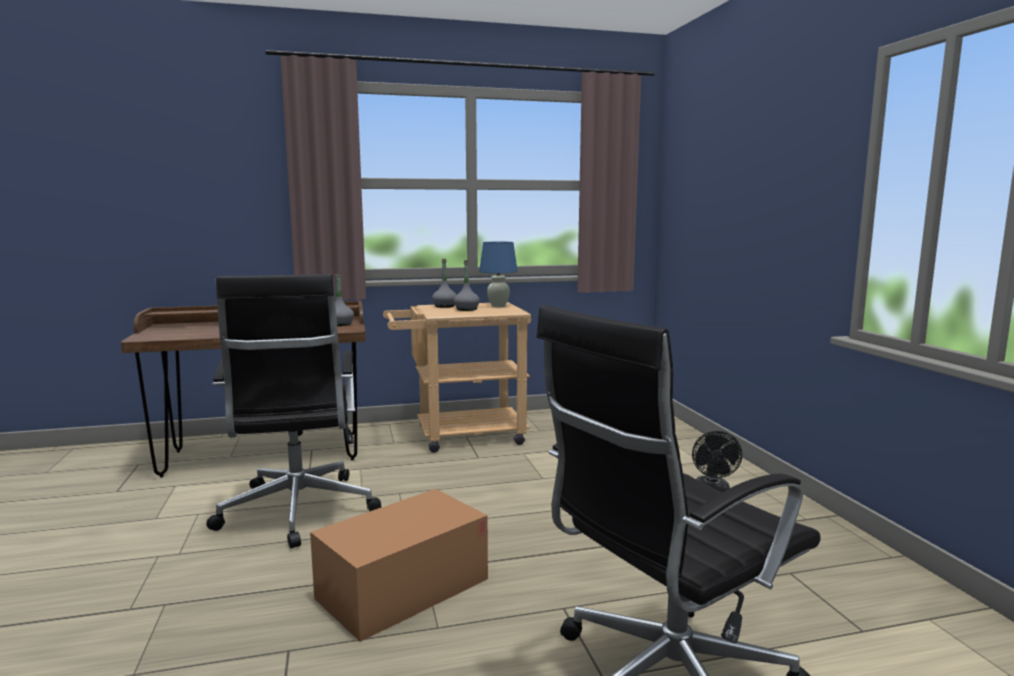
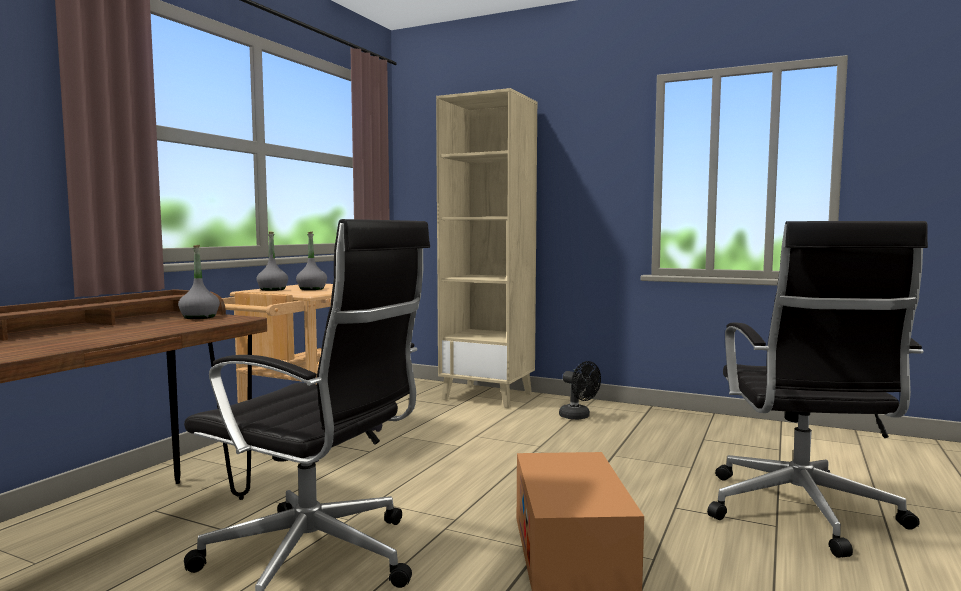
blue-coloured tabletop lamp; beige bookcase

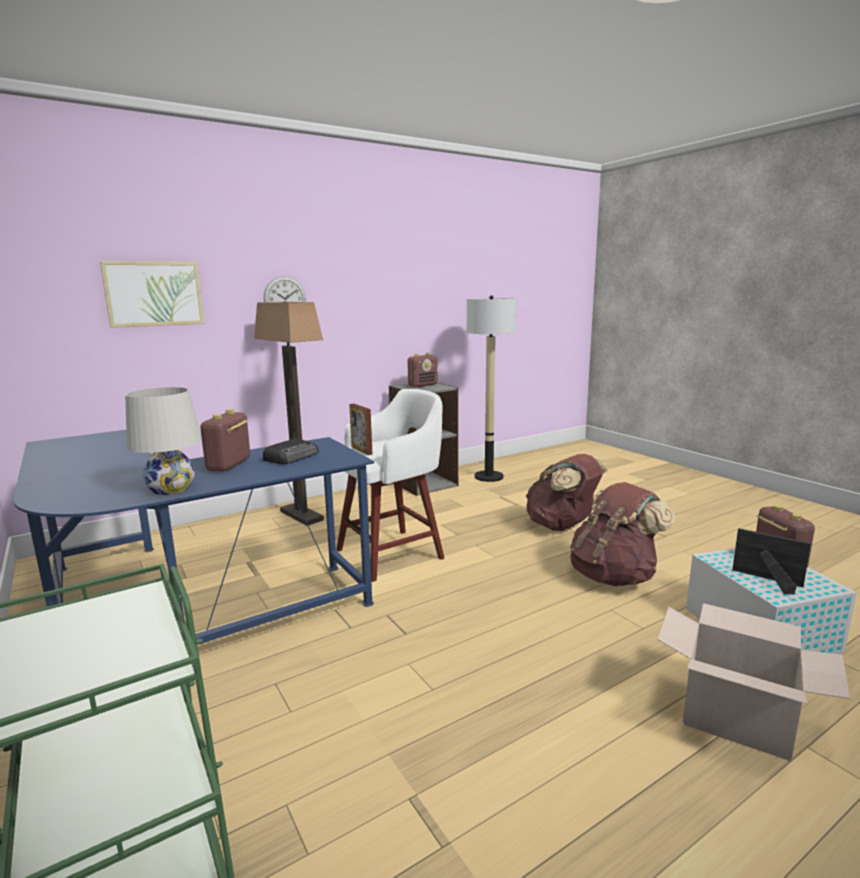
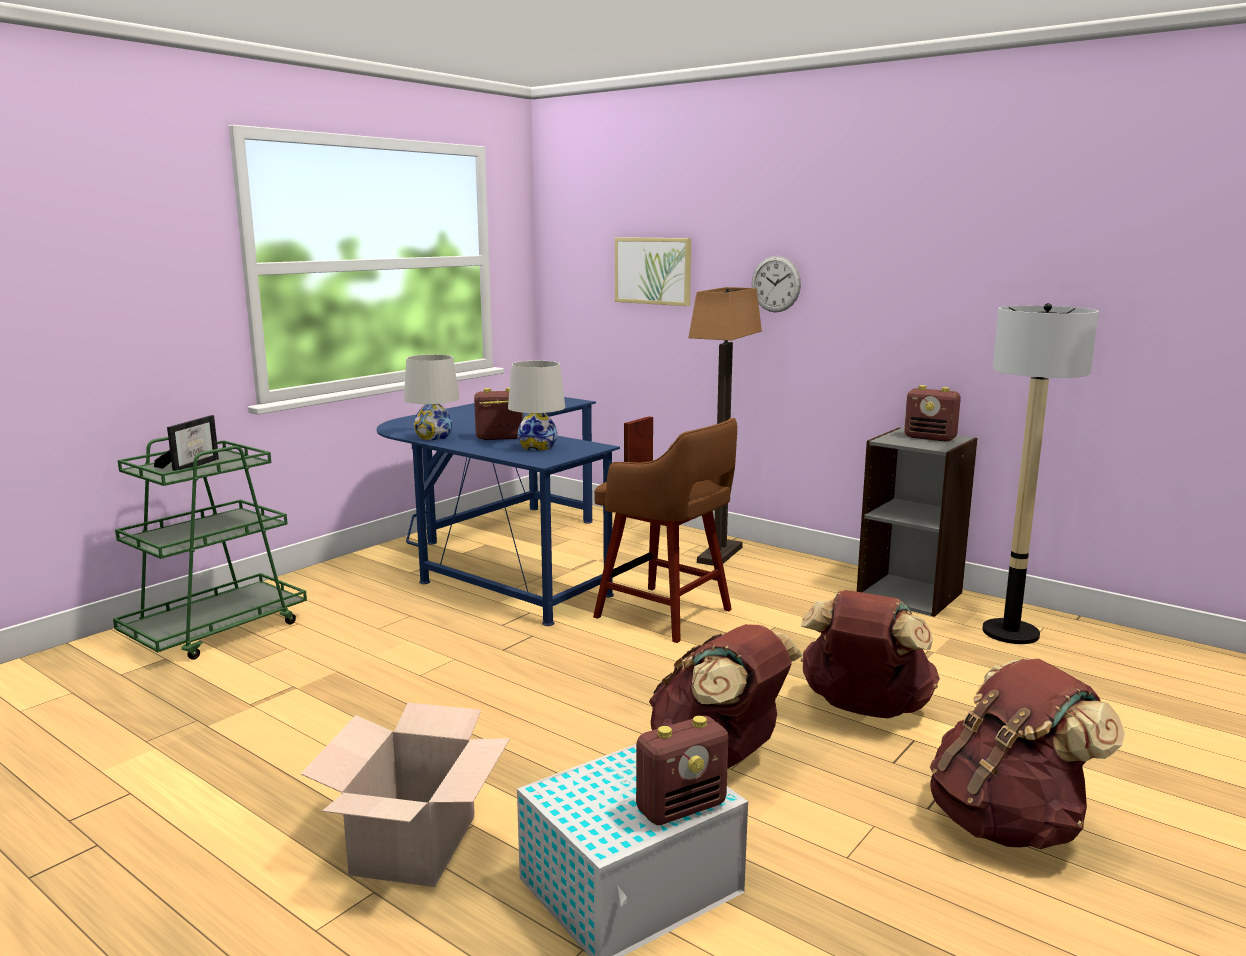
brown sitting stool; white tabletop lamp (2nd from left); standing frame (1st from left); brown rucksack (3rd from left)

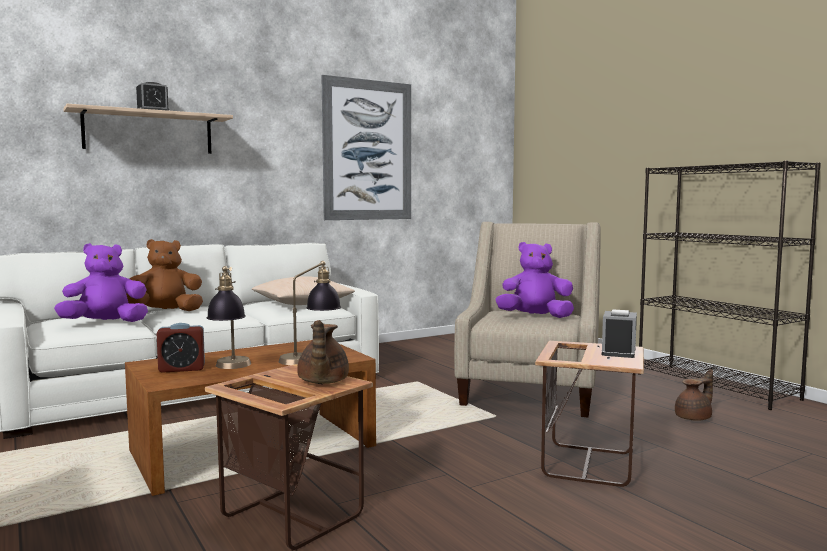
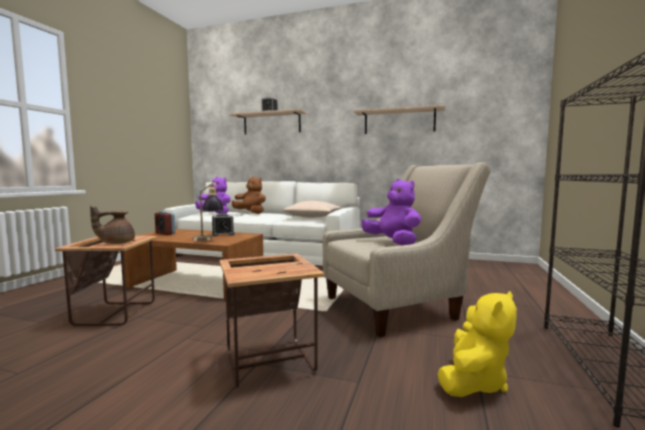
wall shelf (2nd from left); tabletop lamp (1st from left in the first image); alarm clock (2nd from left); yellow-coloured plush toy

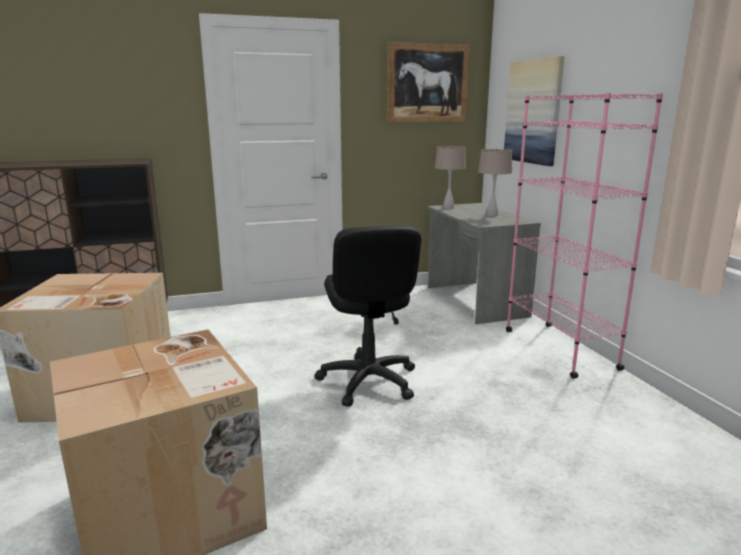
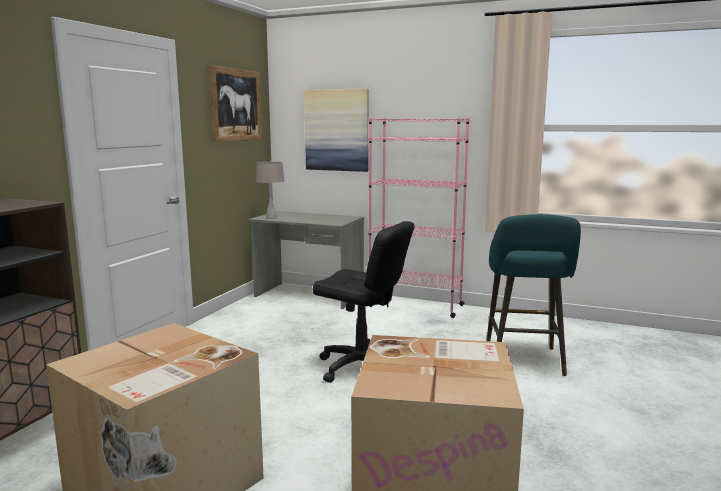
beige tabletop lamp (2nd from left in the first image); turquoise sitting stool

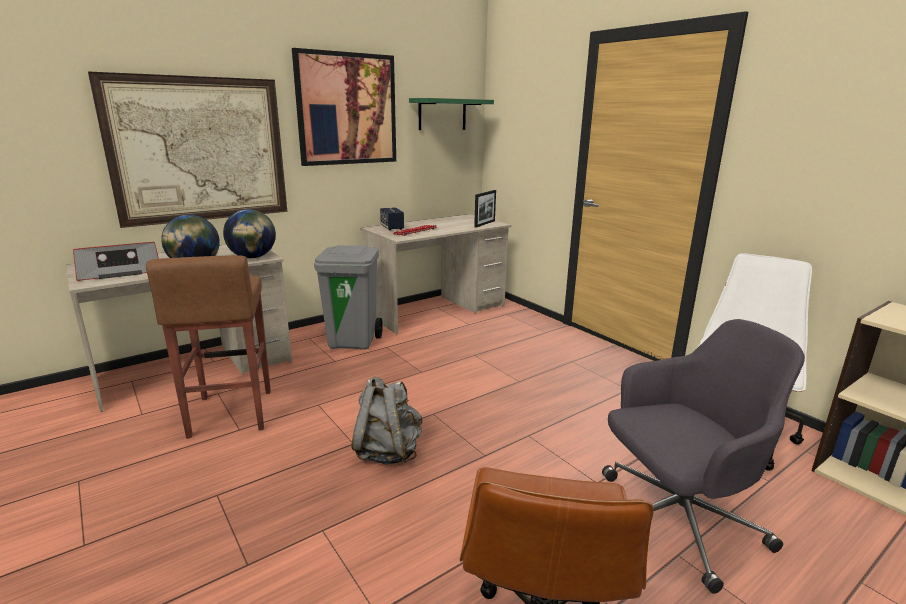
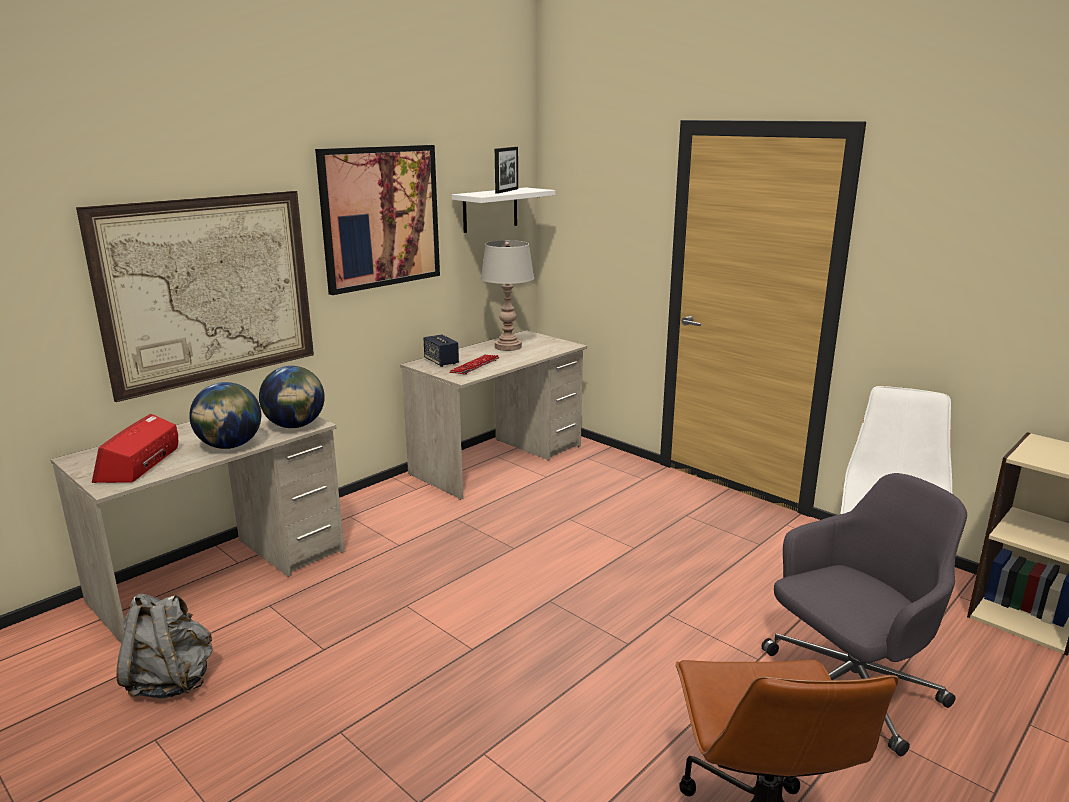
white wall shelf; standing frame; radio; greyish waste bin; brown sitting stool; greyish rucksack; greyish tabletop lamp

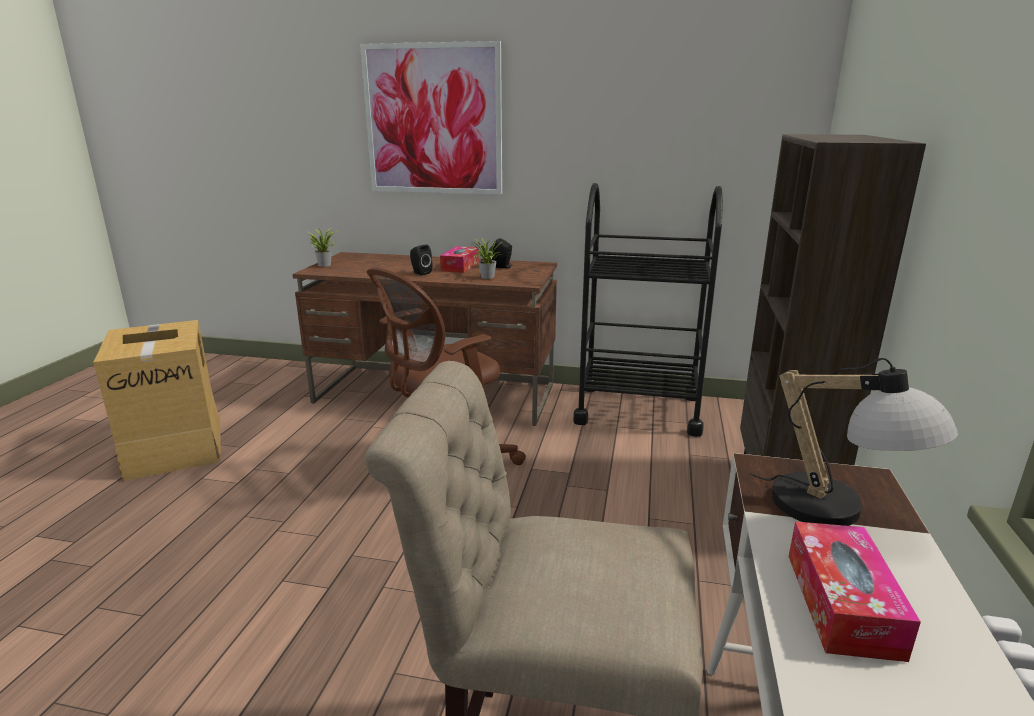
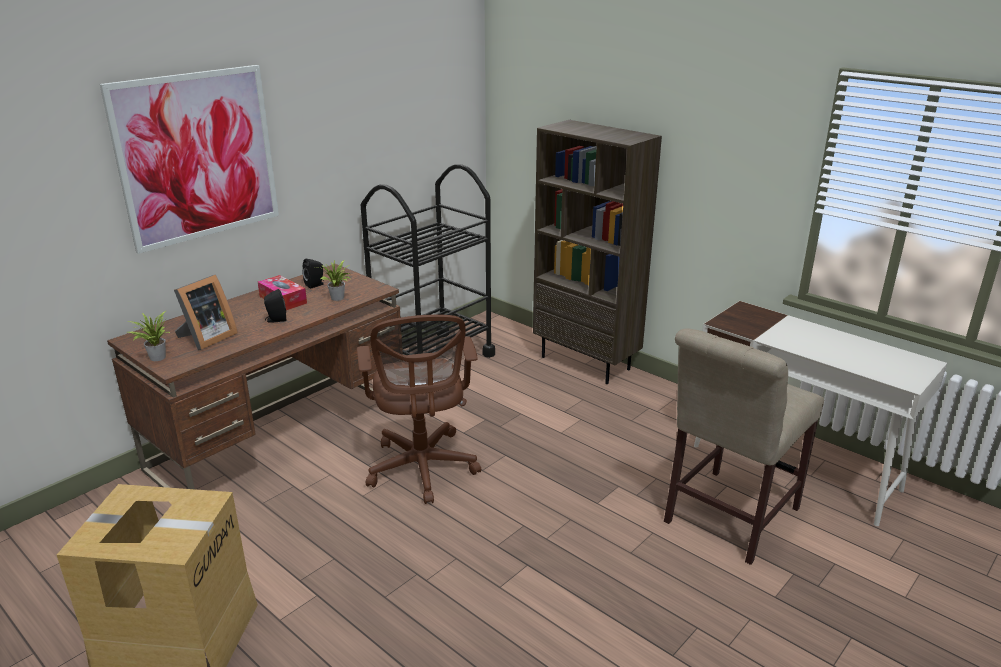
tabletop lamp; tissue holder (2nd from left in the first image); standing frame

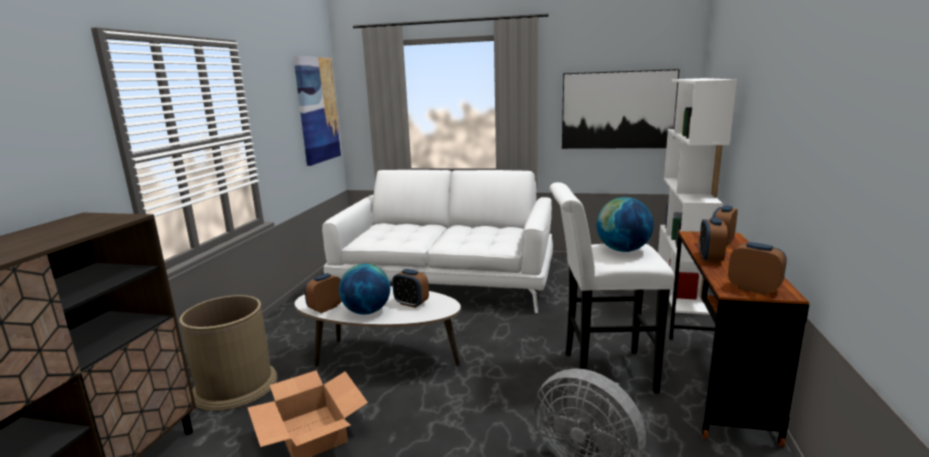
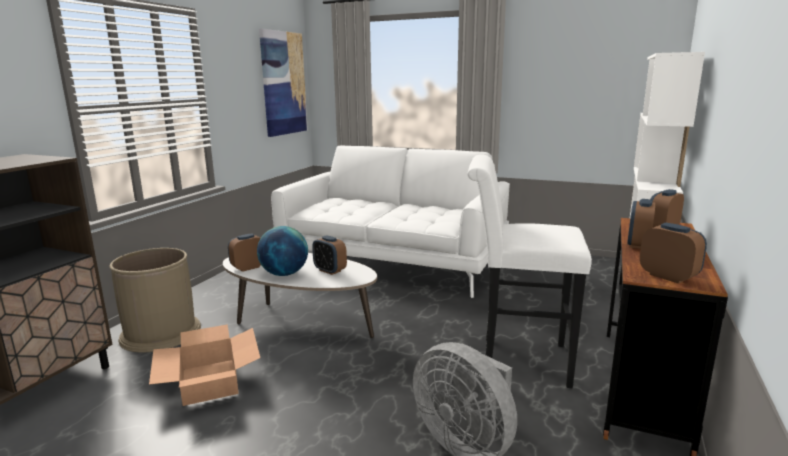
wall picture (2nd from left in the first image); world globe (2nd from left in the first image)

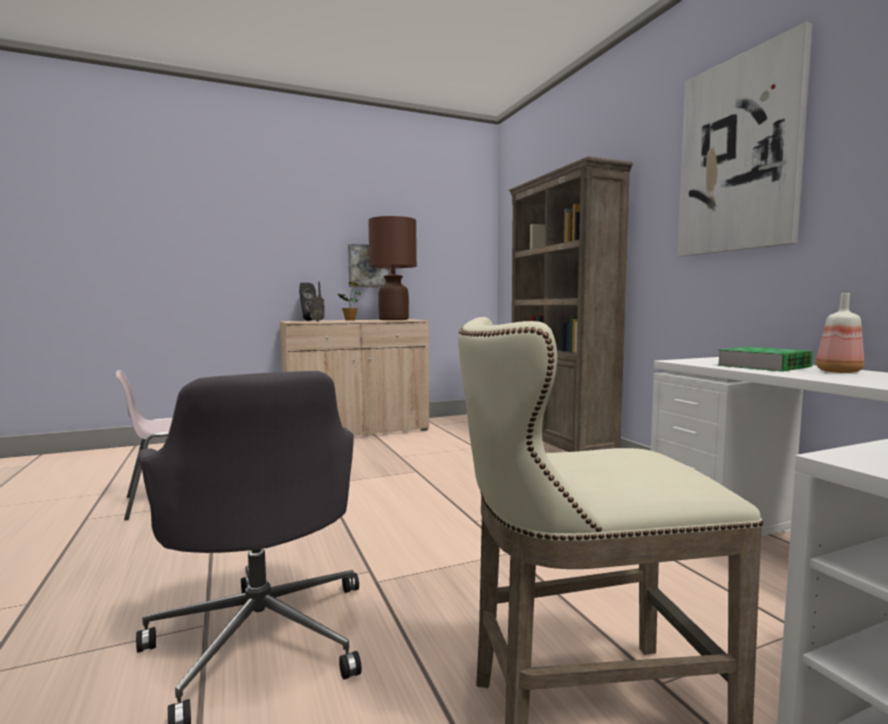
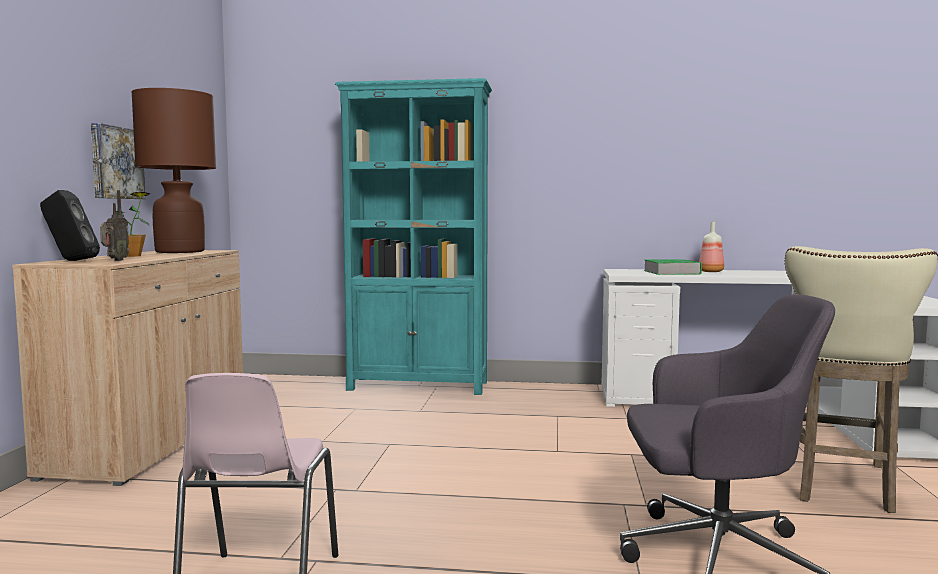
wall picture (2nd from left in the first image); turquoise bookcase

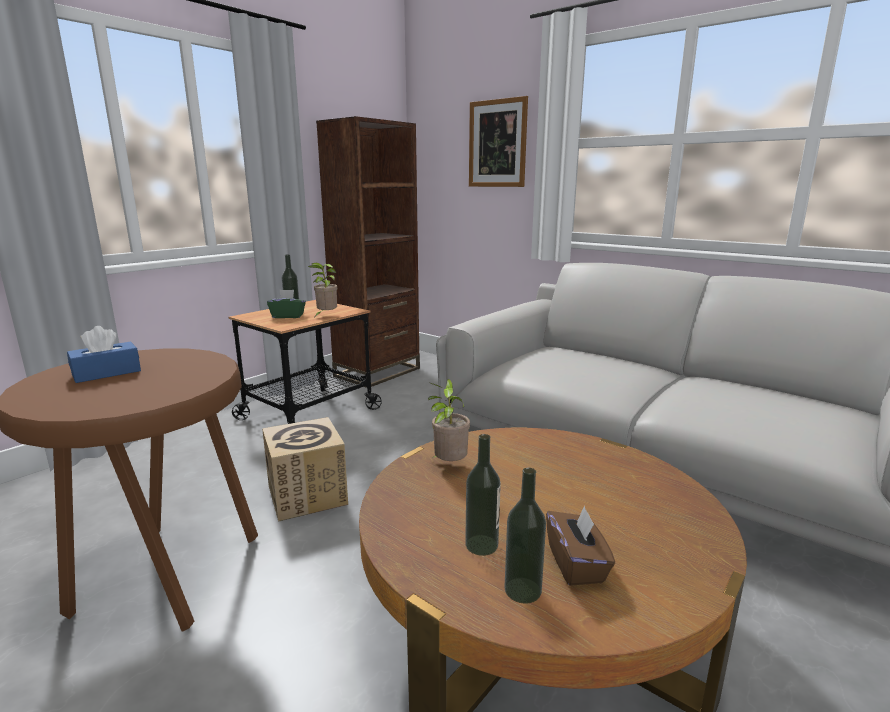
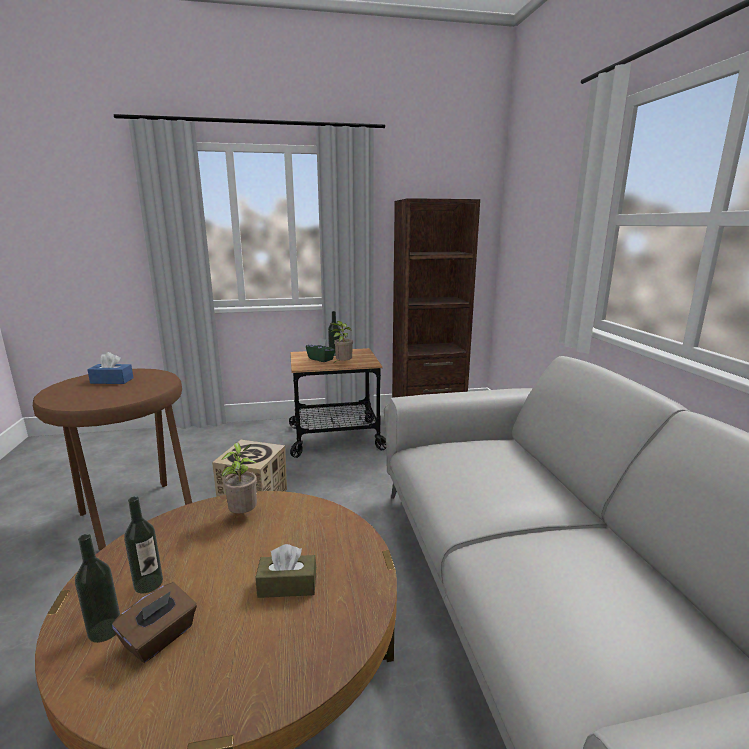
wall picture; brown tissue holder (2nd from left)

